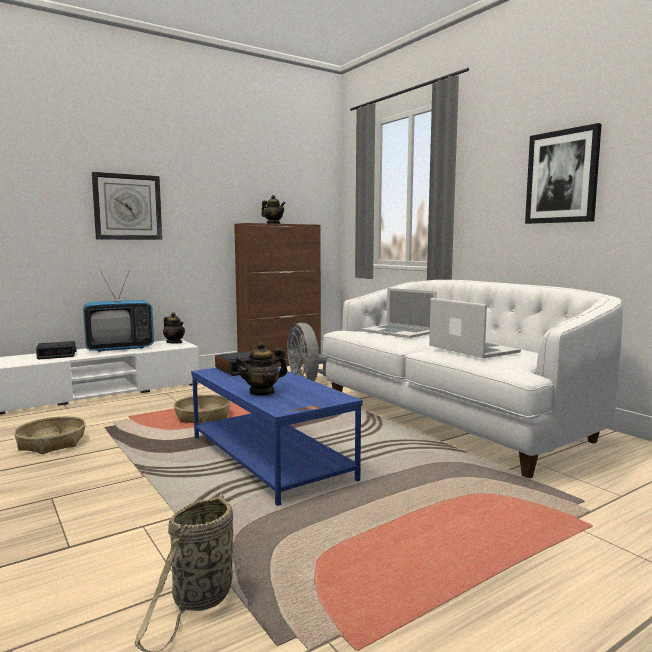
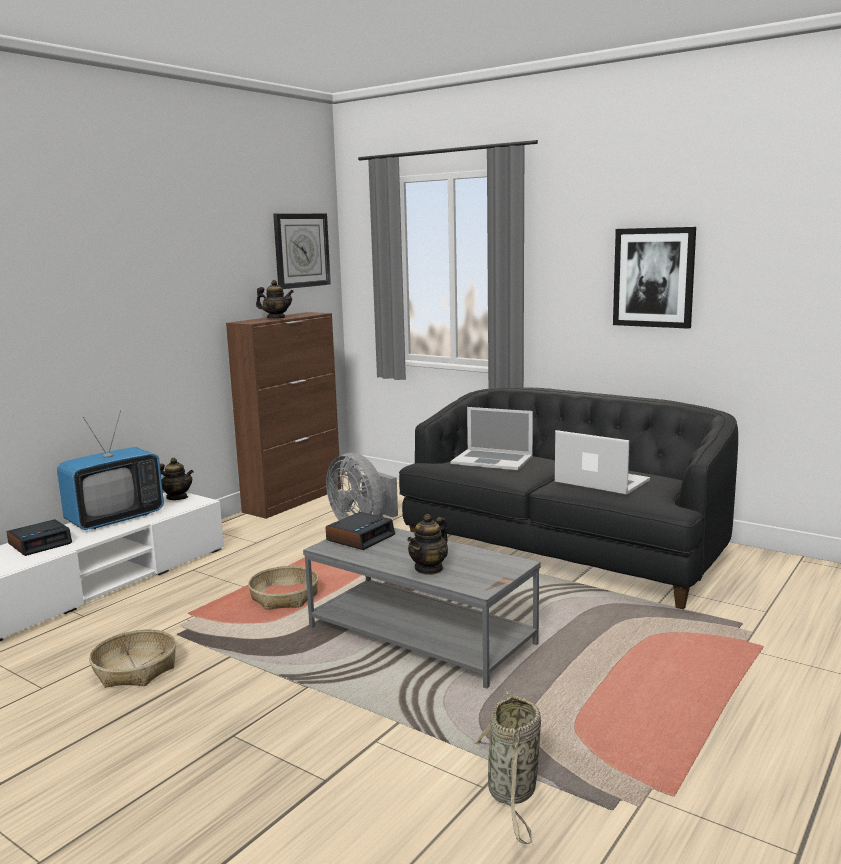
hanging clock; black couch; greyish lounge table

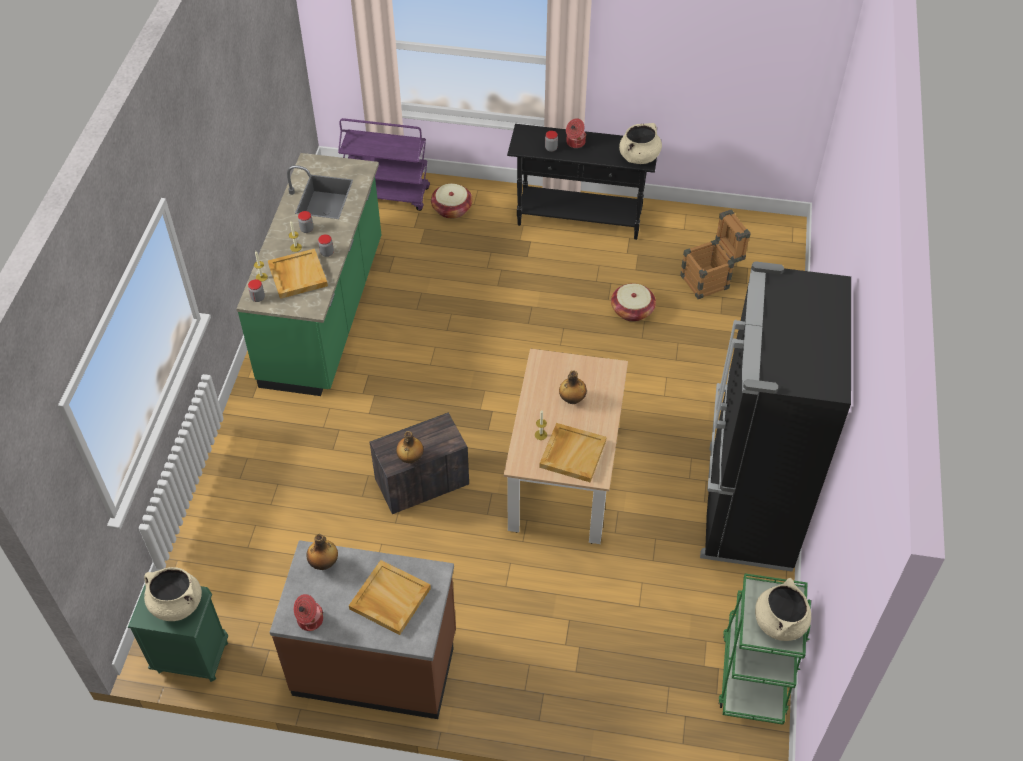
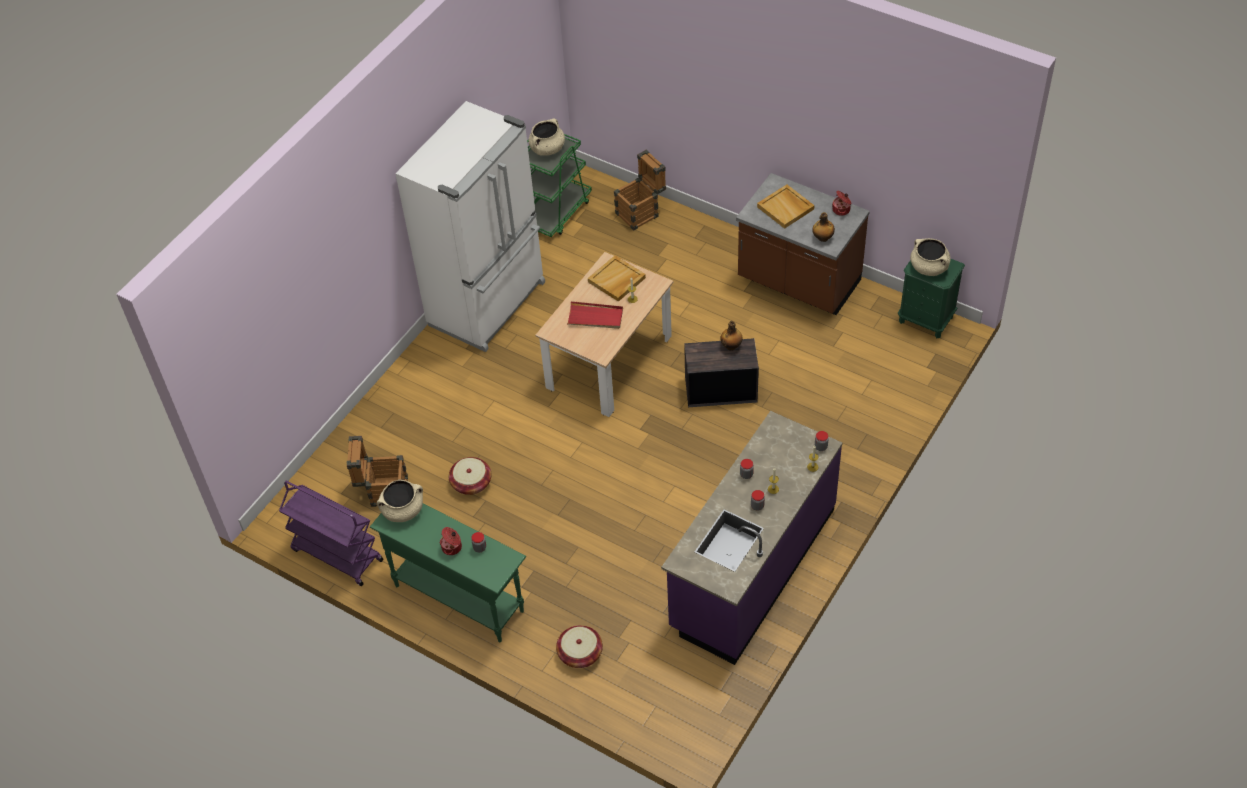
purple-coloured cart; green console table; purple-coloured counter; beige carrying tray (1st from left in the first image); white kitchen fridge; red carrying tray; crate (2nd from left)

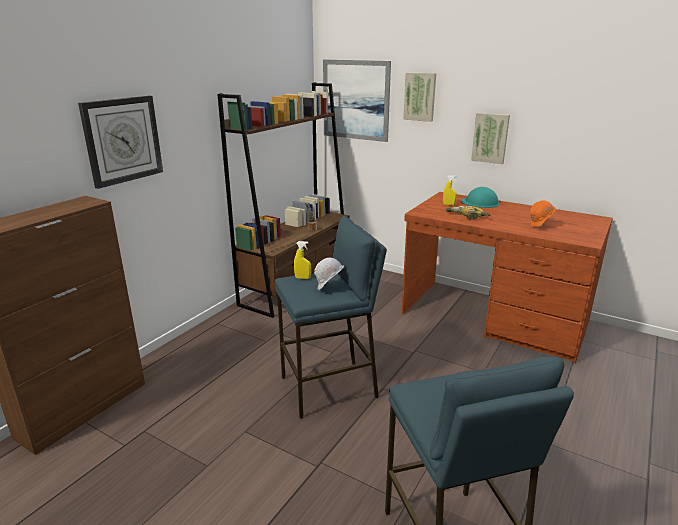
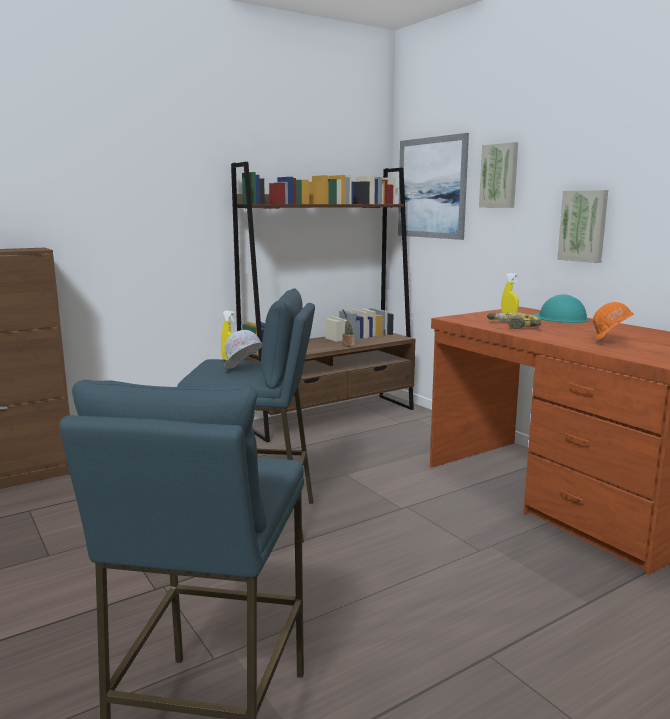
hanging clock

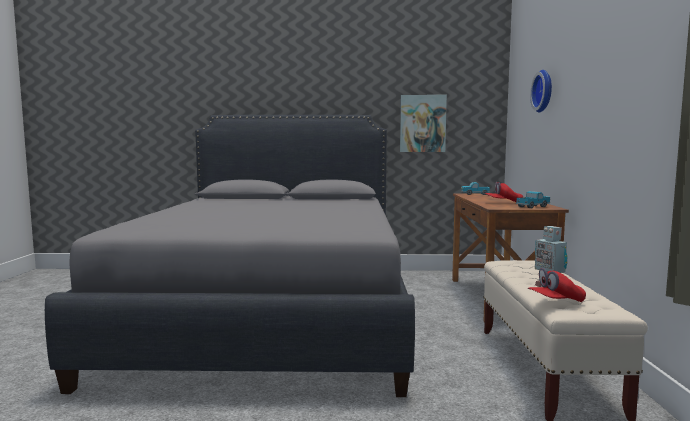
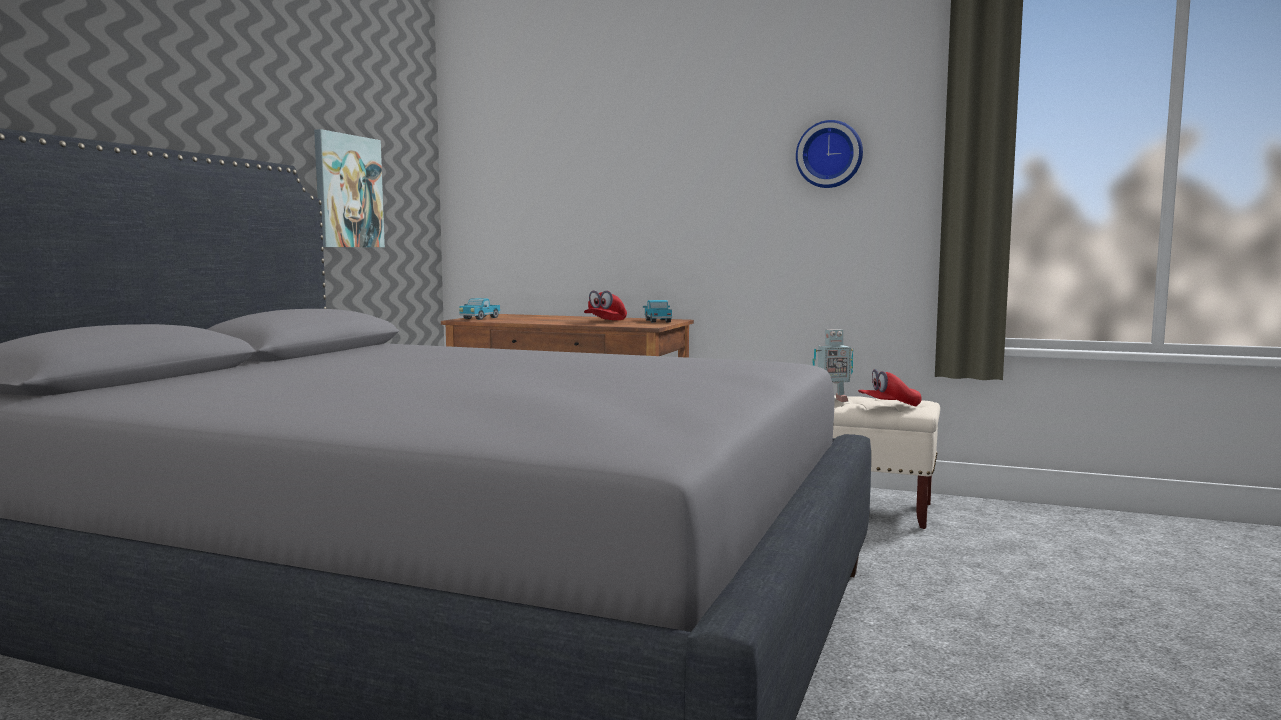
hanging clock; red peaked cap (2nd from left)

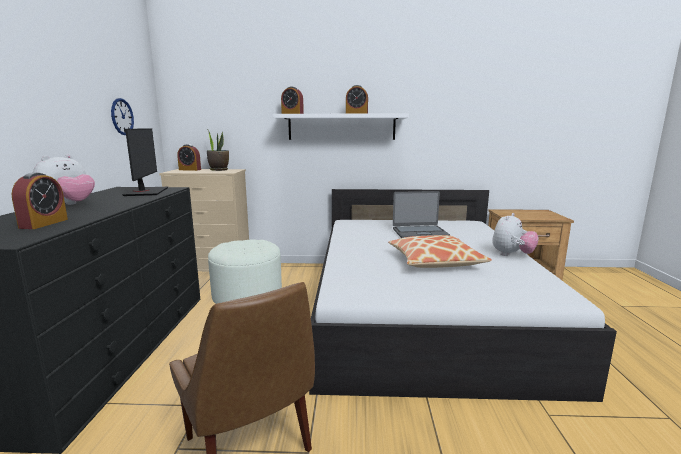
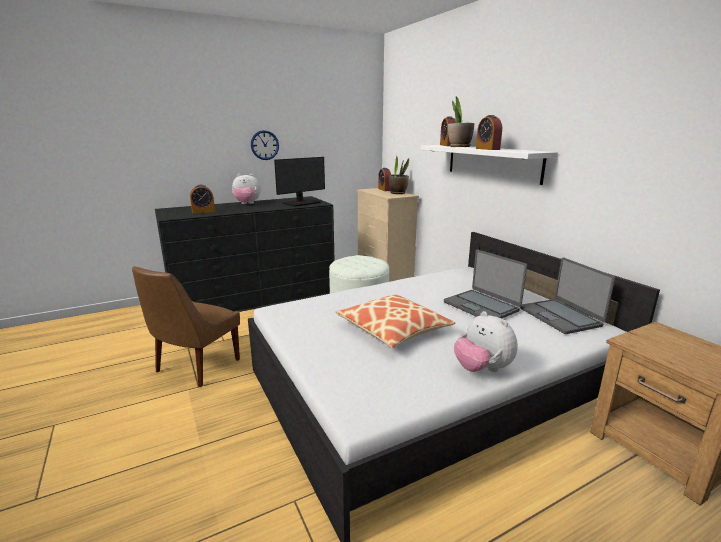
hanging clock; plush toy (2nd from left); potted plant (2nd from left); notebook computer (2nd from left)

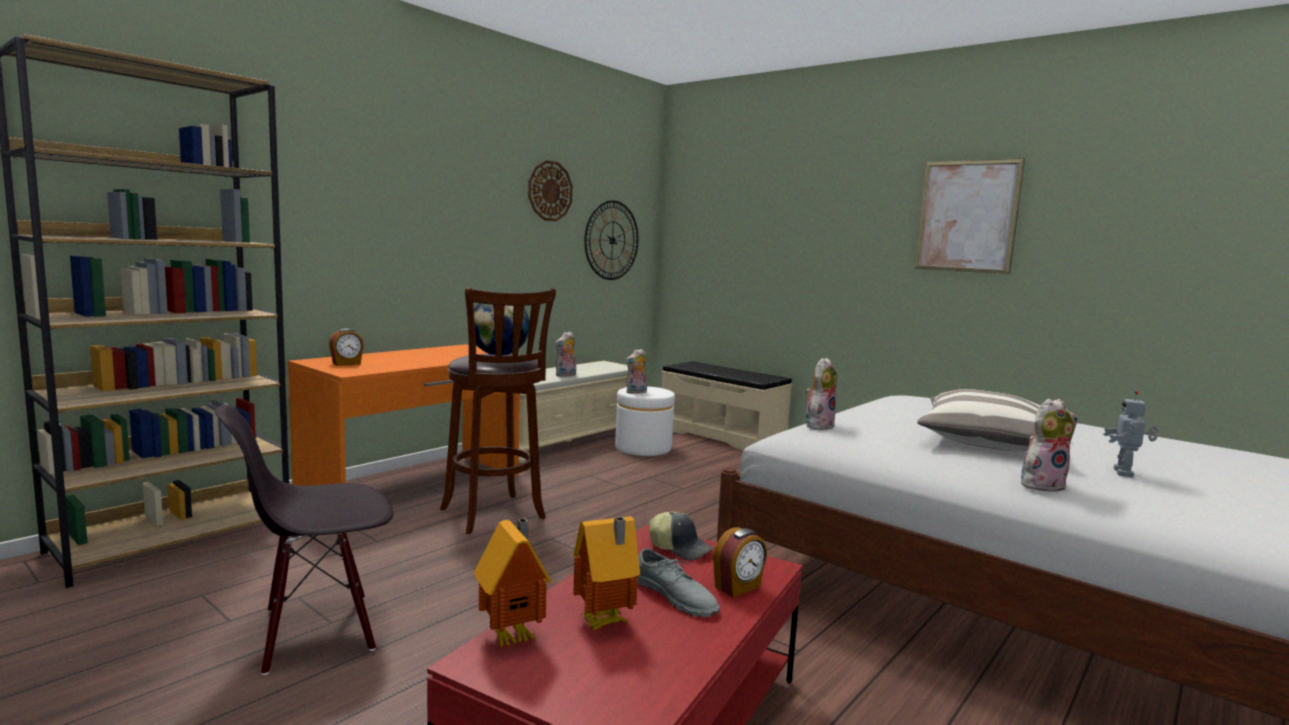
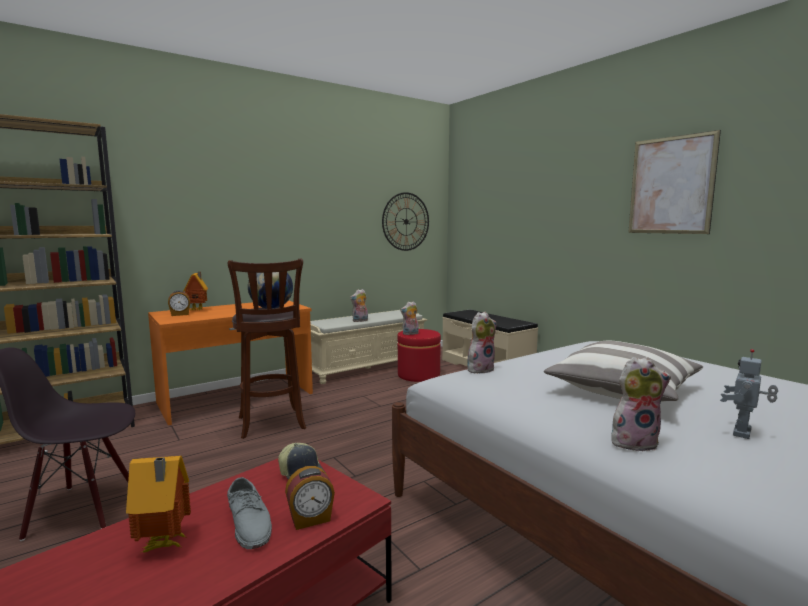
hanging clock (1st from left in the first image); red pouffe; toy house (2nd from left)

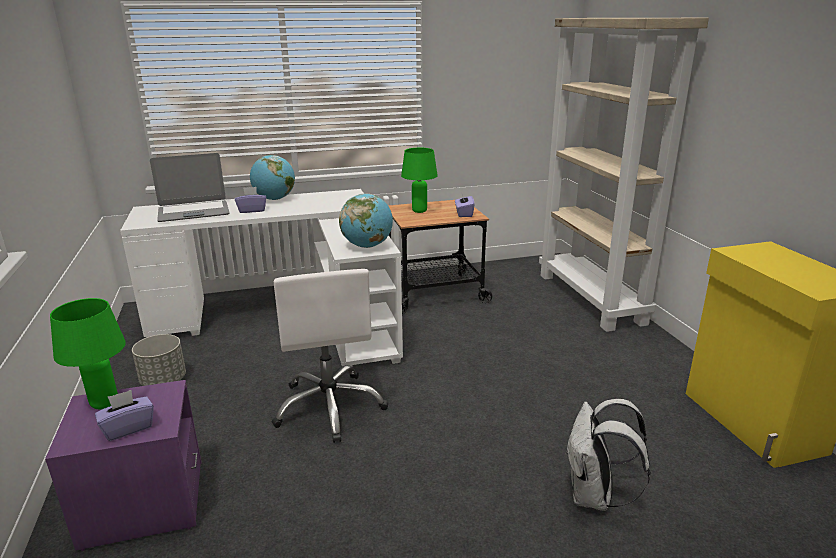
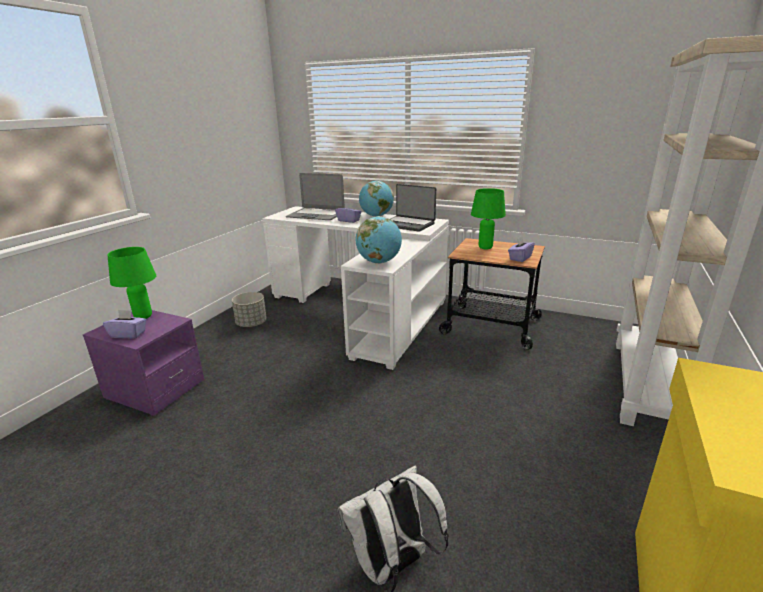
white desk chair; notebook computer (2nd from left)

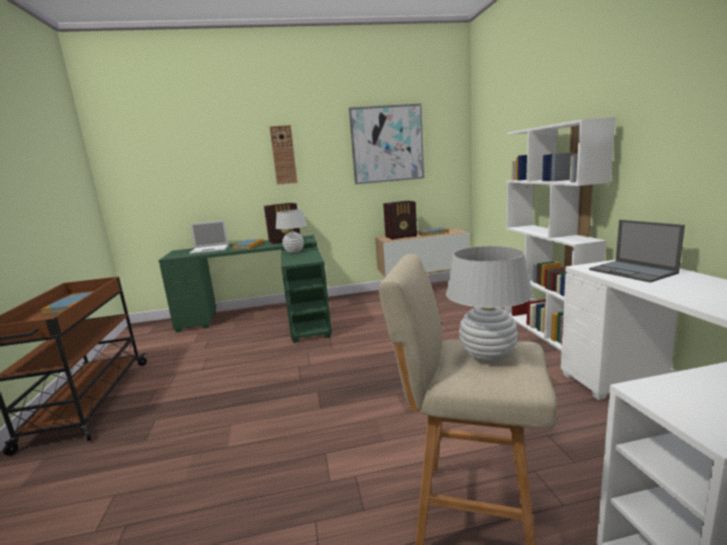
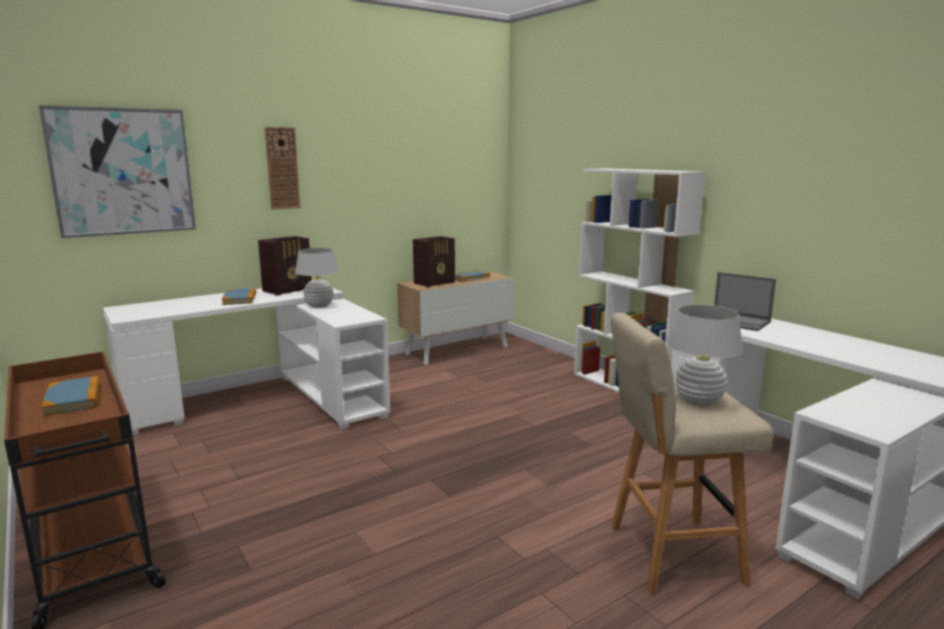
wall picture; notebook computer (1st from left in the first image); white desk (1st from left)

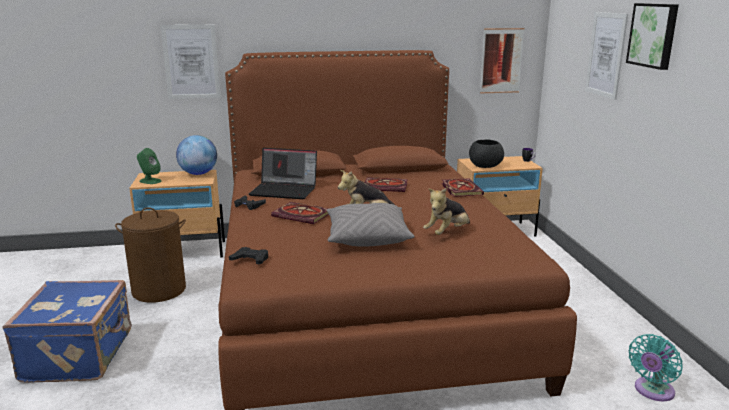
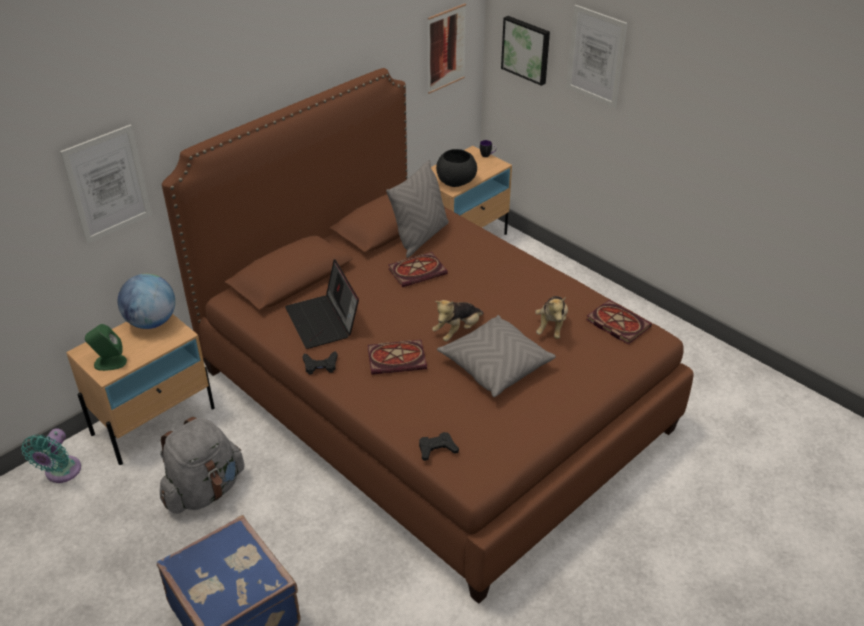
wall picture (3rd from left); notebook computer; book (3rd from left); greyish rucksack; turquoise electric fan; greyish throw pillow (1st from left)

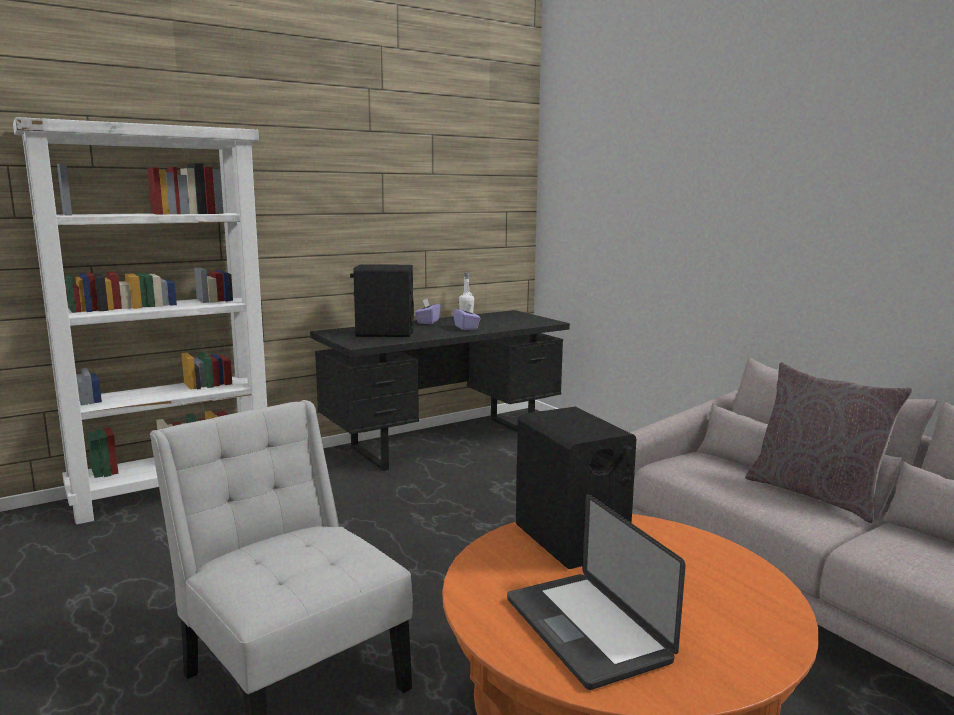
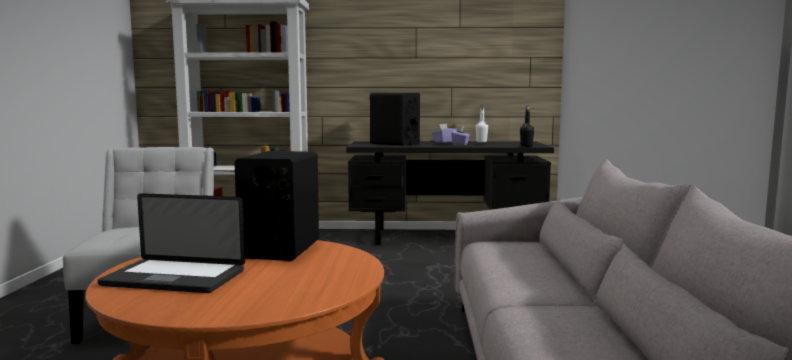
greyish throw pillow; notebook computer; black beverage bottle

